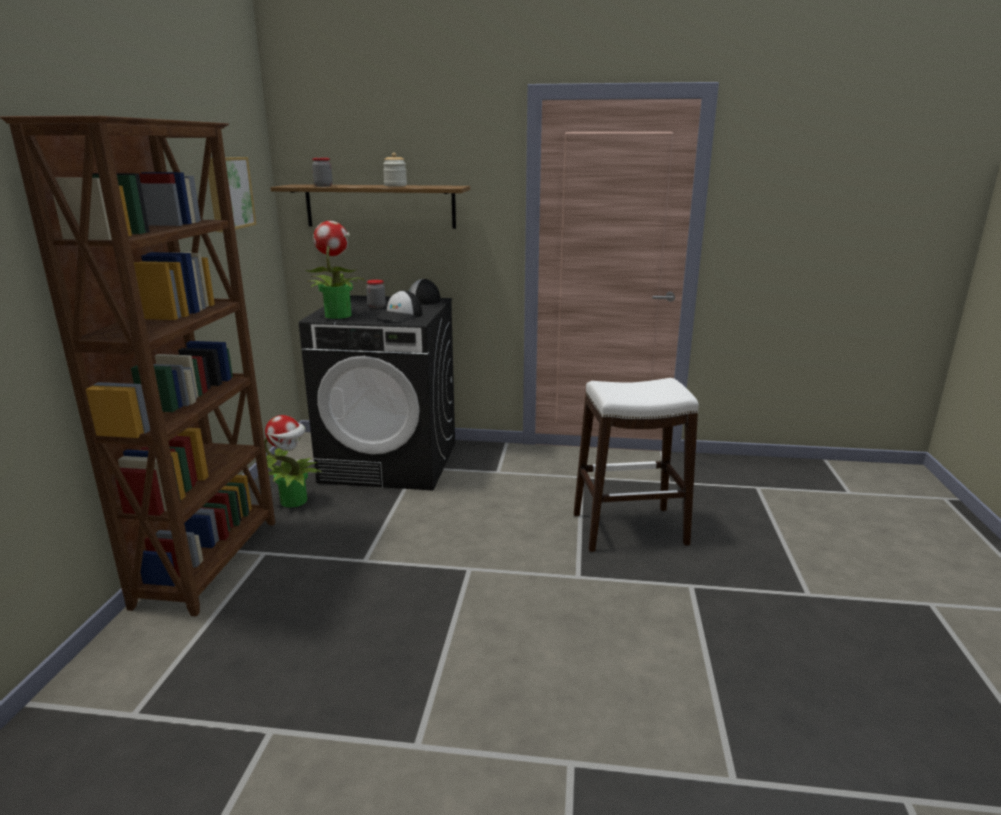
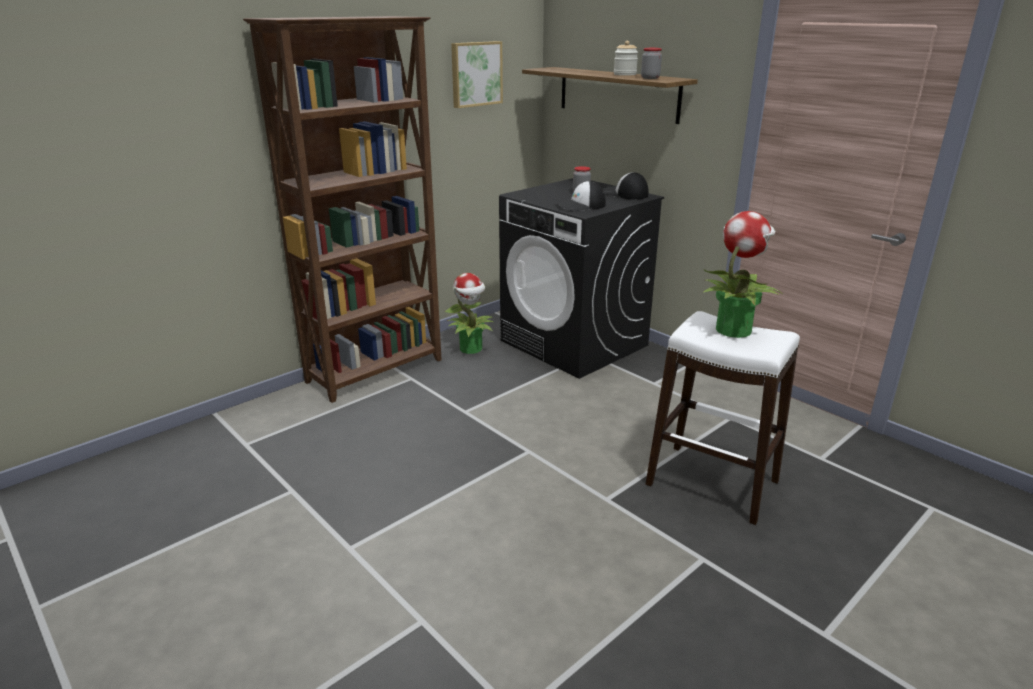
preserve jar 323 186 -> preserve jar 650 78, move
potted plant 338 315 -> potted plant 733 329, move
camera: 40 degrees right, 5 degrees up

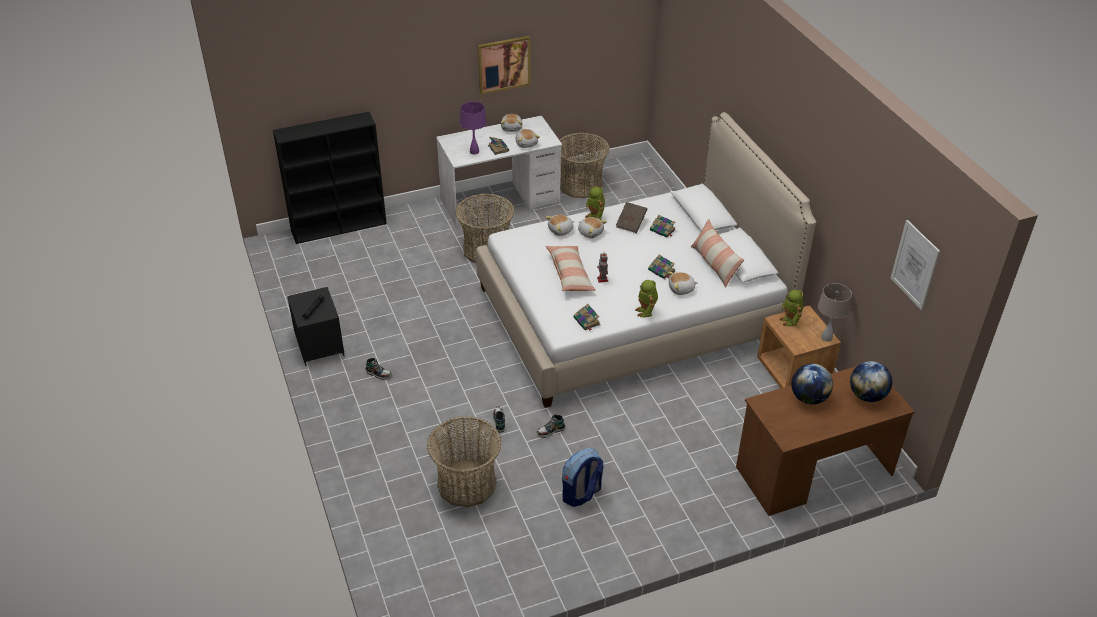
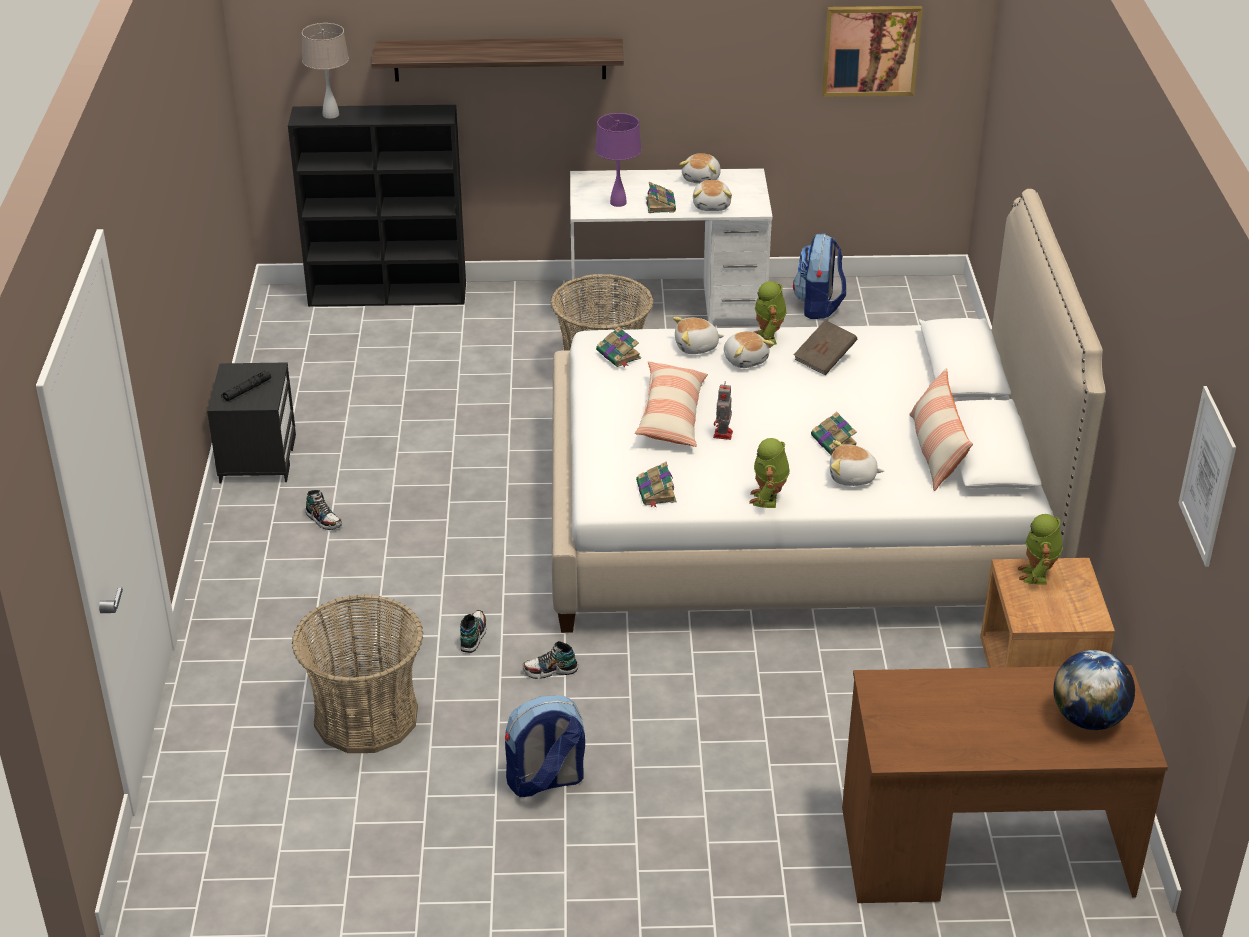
beige-coloured lamp for a table 826 337 -> beige-coloured lamp for a table 331 114, move
none -> wall shelf 500 59
bound book 663 230 -> bound book 619 355, move
storage basket 581 185 -> backpack 819 306
picture 503 64 -> picture 871 50, move
globe 808 398 -> none
camera: 20 degrees right, 5 degrees down

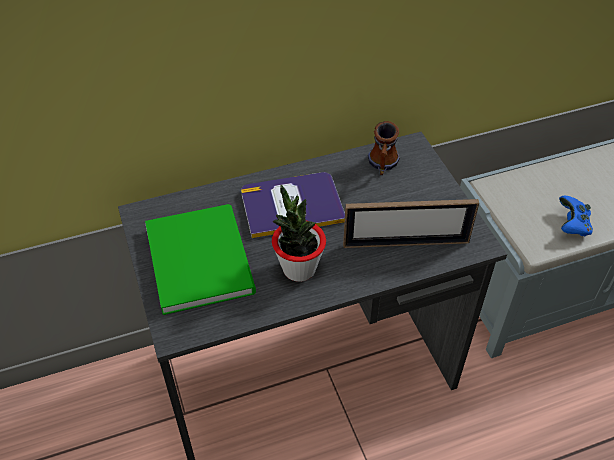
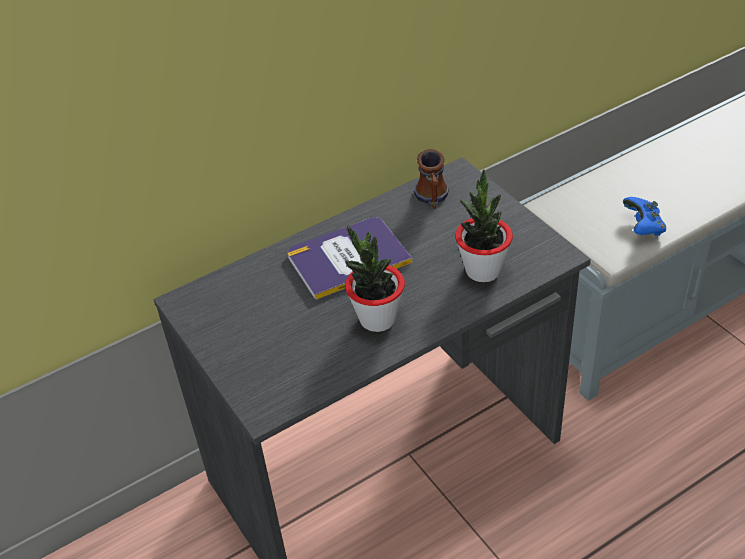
picture frame 406 243 -> potted plant 482 270
green-coloured bound book 201 256 -> none
camera: 10 degrees left, 5 degrees down

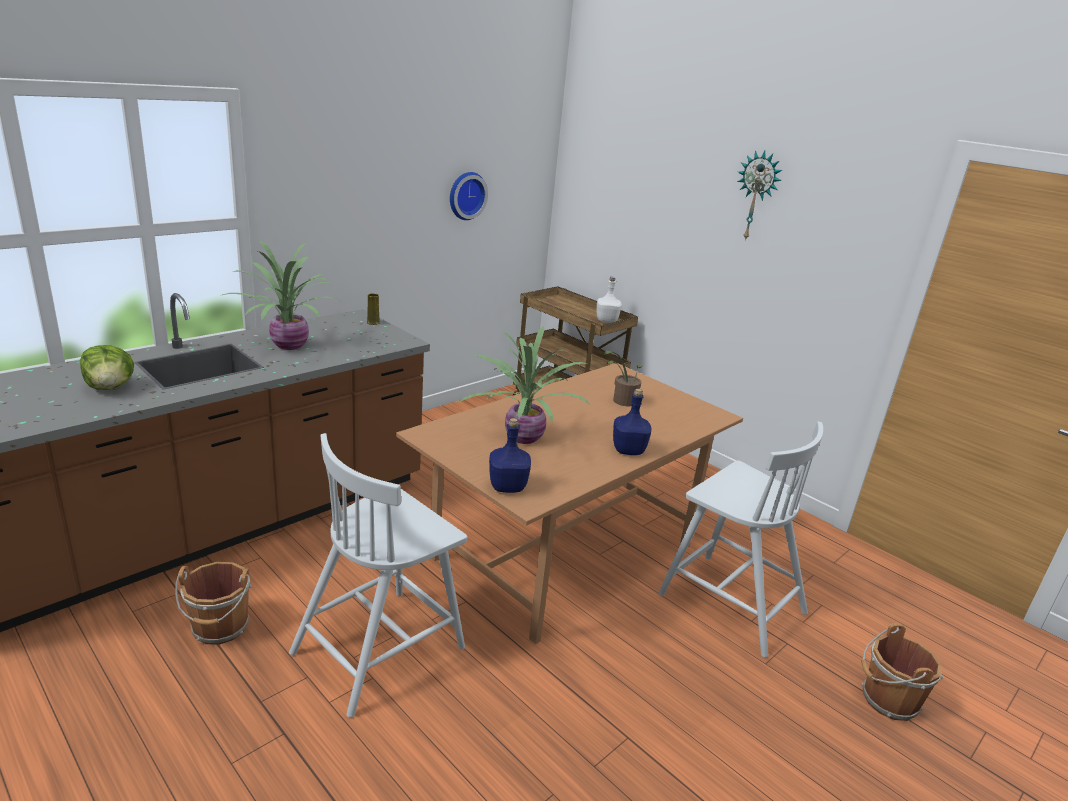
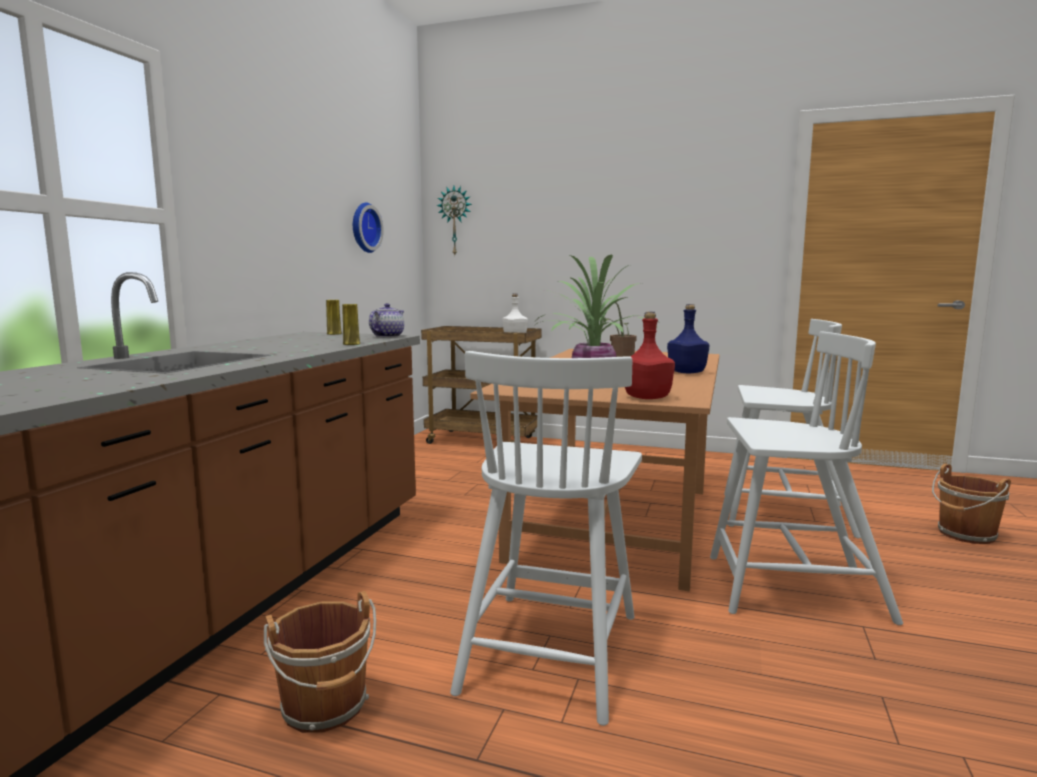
none -> yellow flower vase 351 344
none -> pot for tea 387 336
hanging clock 756 196 -> hanging clock 455 221, move
blue-coloured bottle 508 487 -> reddish bottle 647 397
none -> whitish upright chair 792 588
lettuce head 110 387 -> none
potted plant 288 345 -> none
camera: 25 degrees left, 15 degrees down

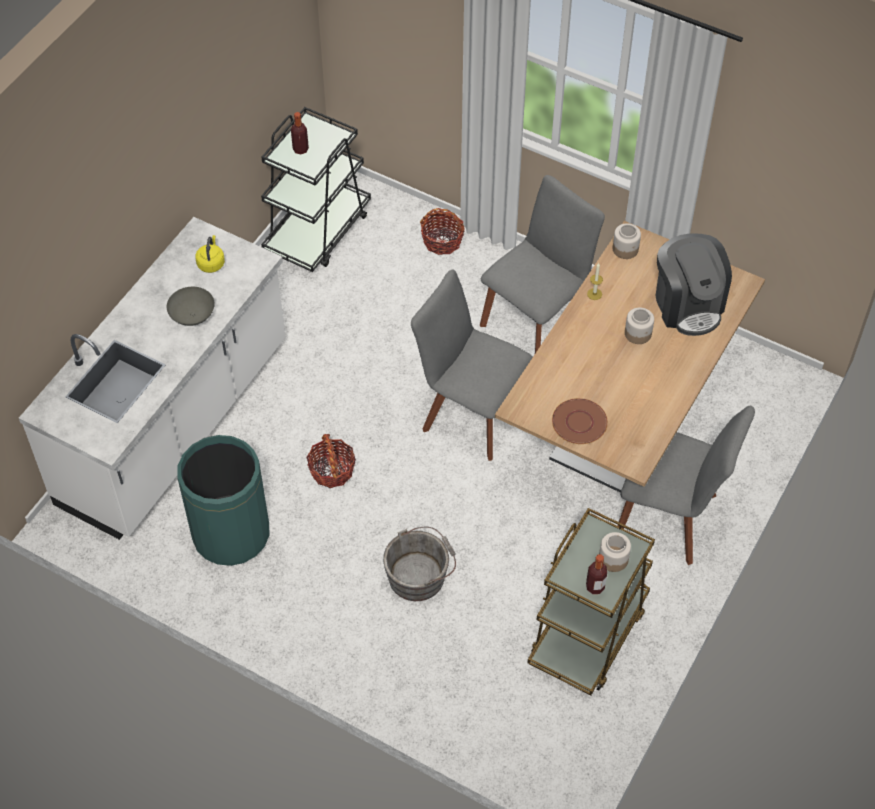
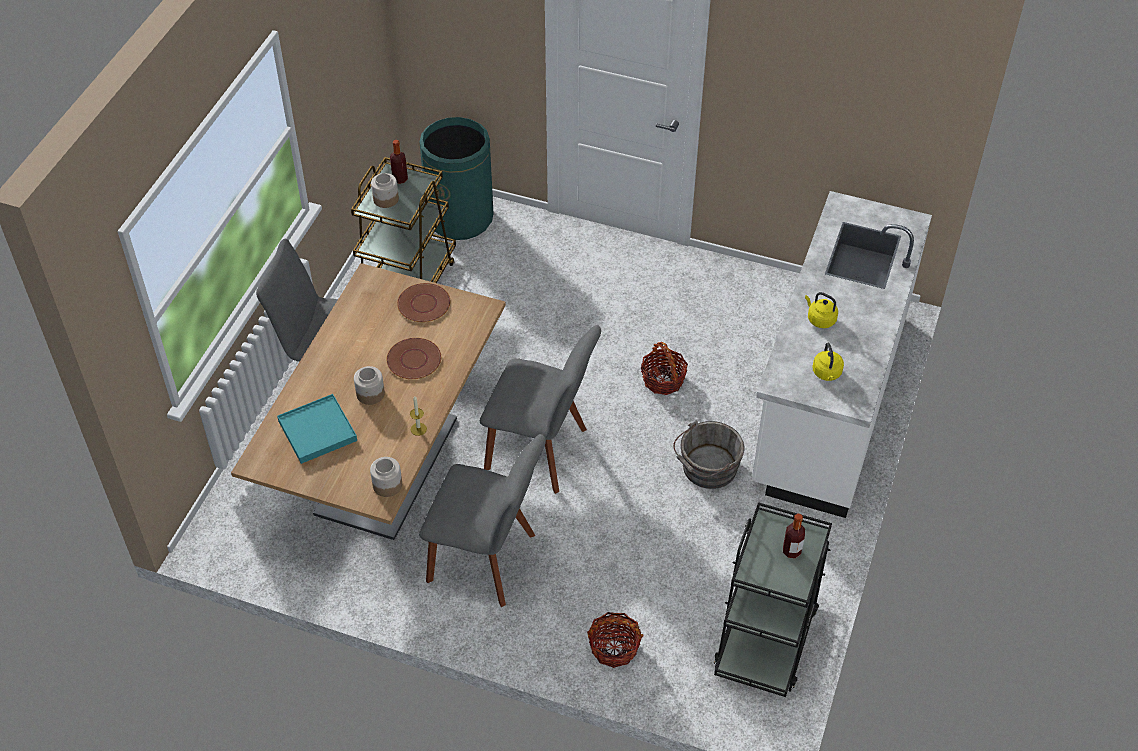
coffee machine 688 304 -> turquoise serving tray 317 431
none -> brown-coloured dinner plate 413 360
greyish upright chair 536 322 -> greyish upright chair 487 560, 105 degrees counterclockwise
green-coloured rubbish bin 231 534 -> green-coloured rubbish bin 460 218, move
greyish bucket 420 575 -> greyish bucket 707 468, move
greyish bowl 193 316 -> yellow water kettle 820 319
camera: 170 degrees right, 5 degrees down

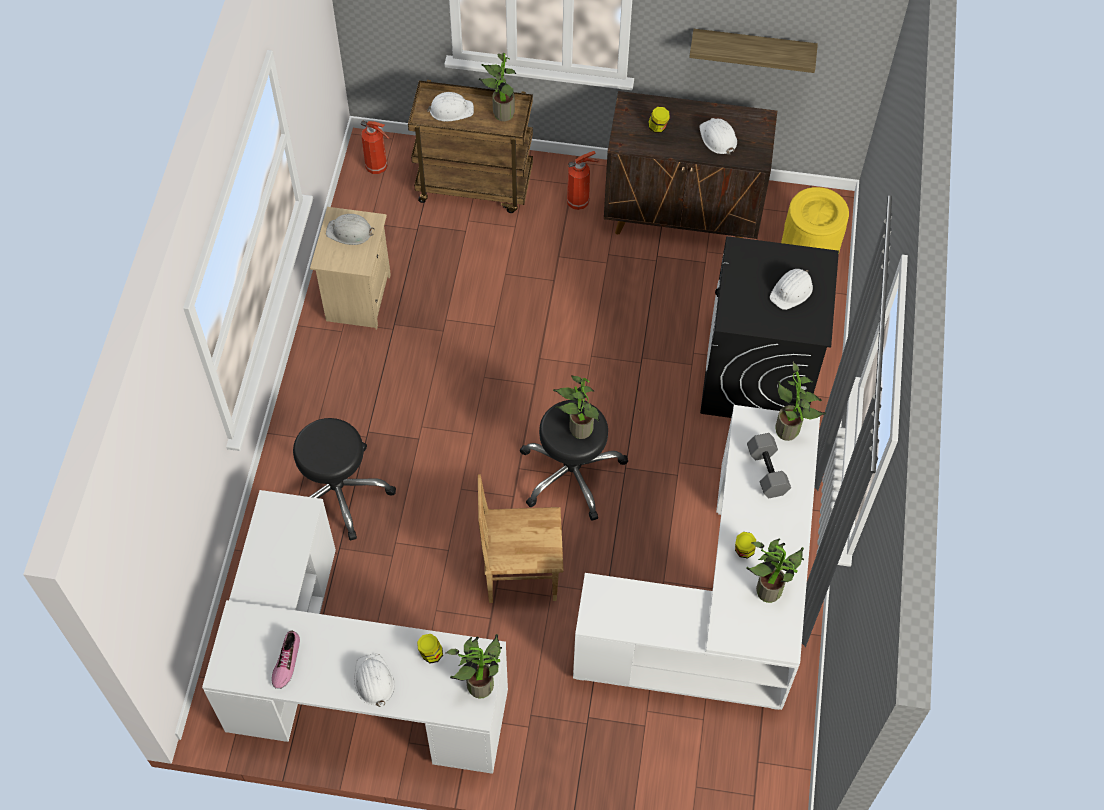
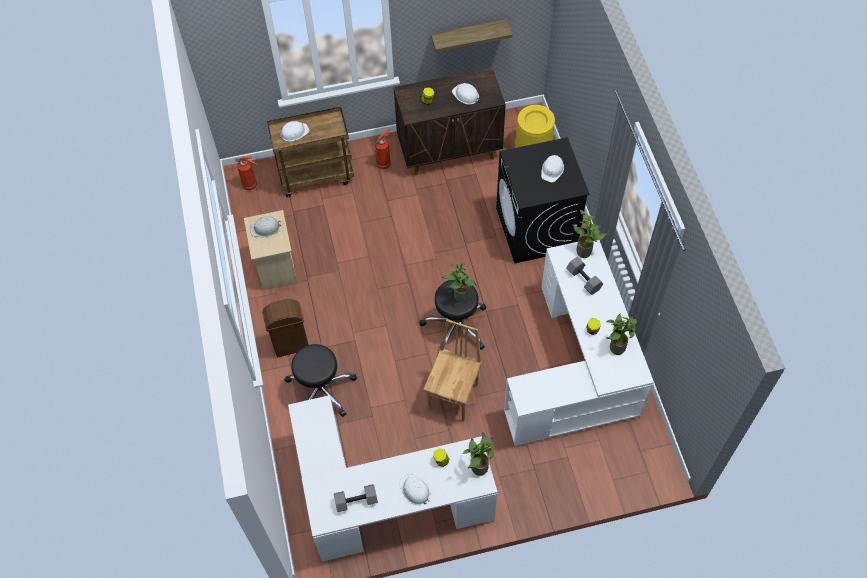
none -> brown-coloured rubbish bin 290 345
low shoe 286 662 -> greyish hand weight 356 500
brown-coloured upright chair 521 573 -> brown-coloured upright chair 454 396, 135 degrees clockwise
potted plant 500 113 -> none
camera: 20 degrees left, 0 degrees up

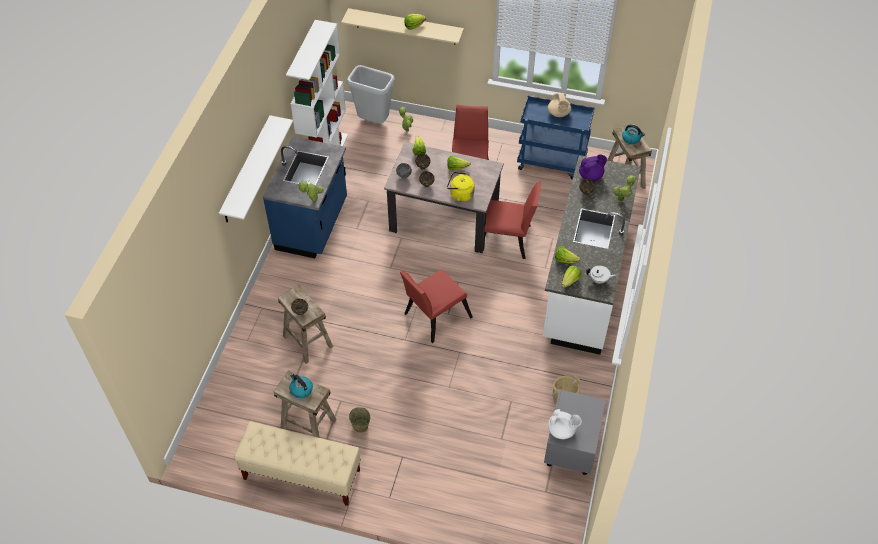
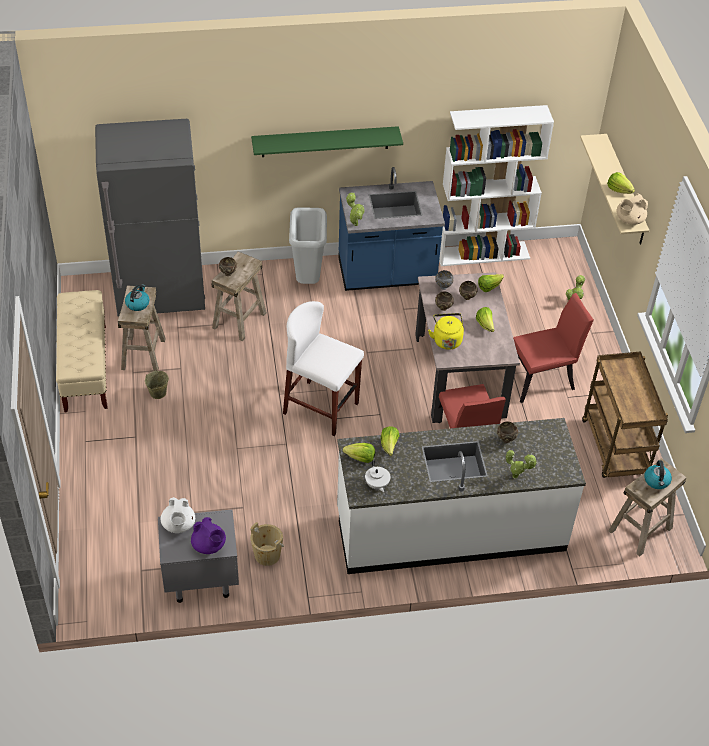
none -> greyish refrigerator 161 295
purple pot for tea 591 176 -> purple pot for tea 209 546, move
whitish wall shelf 246 170 -> green-coloured wall shelf 325 141
reddish upright chair 434 317 -> whitish stool 321 408
greyish rubbish bin 374 121 -> greyish rubbish bin 308 280, move
blue-coloured trolley 552 162 -> brown-coloured trolley 615 449
beige-coloured pot for tea 558 113 -> beige-coloured pot for tea 629 220, move
camera: 65 degrees right, 5 degrees down

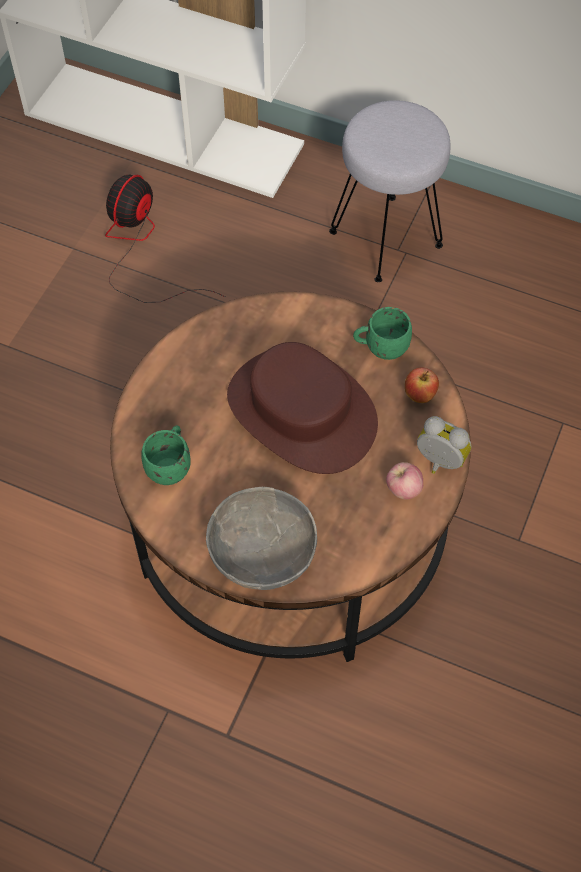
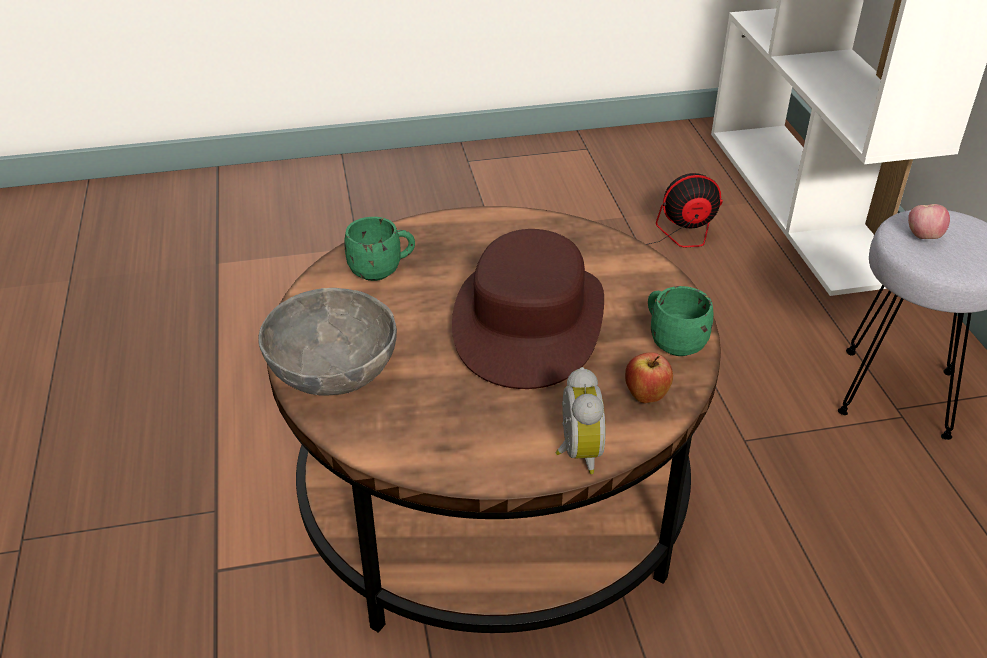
apple 403 489 -> apple 923 236, move
camera: 55 degrees right, 20 degrees down

